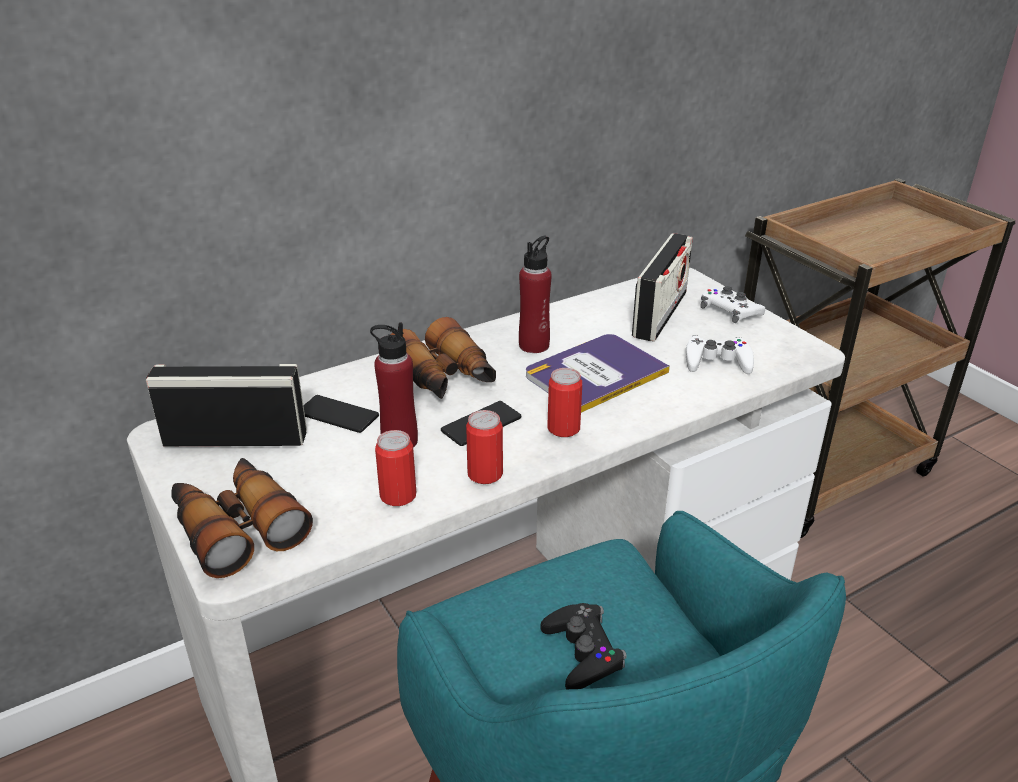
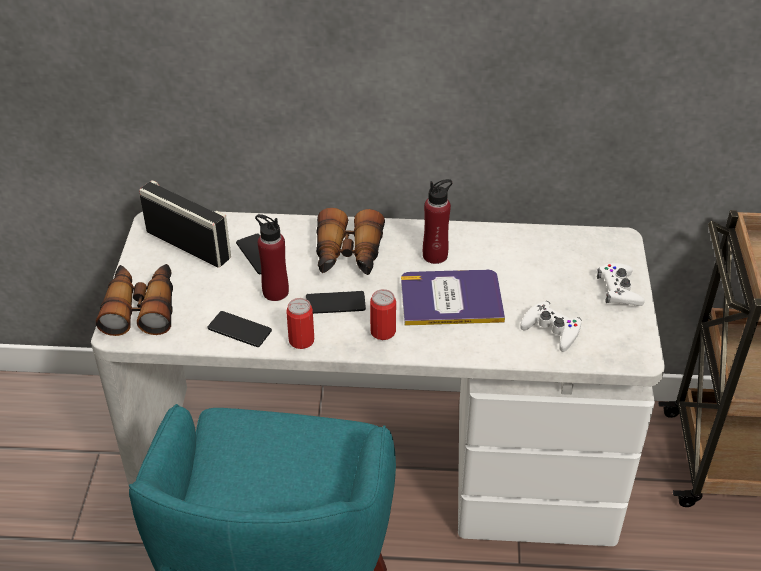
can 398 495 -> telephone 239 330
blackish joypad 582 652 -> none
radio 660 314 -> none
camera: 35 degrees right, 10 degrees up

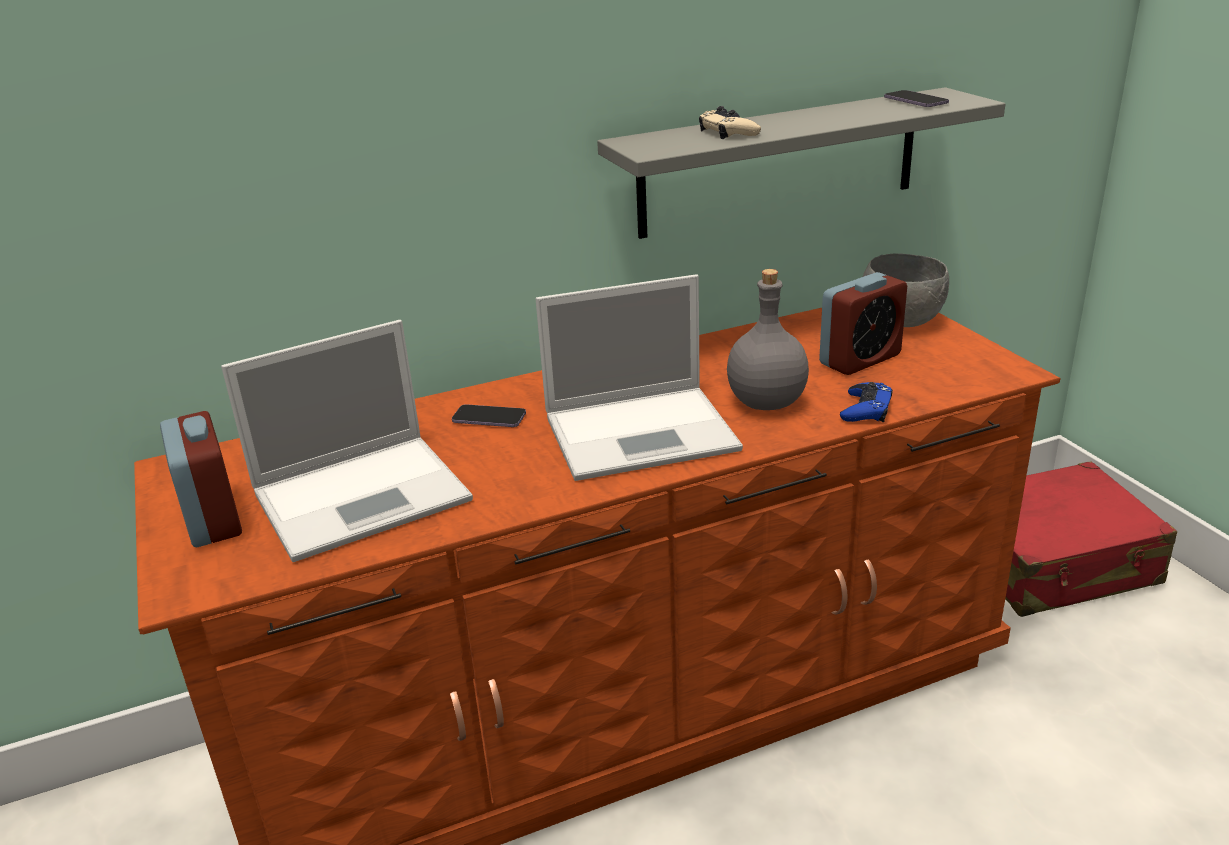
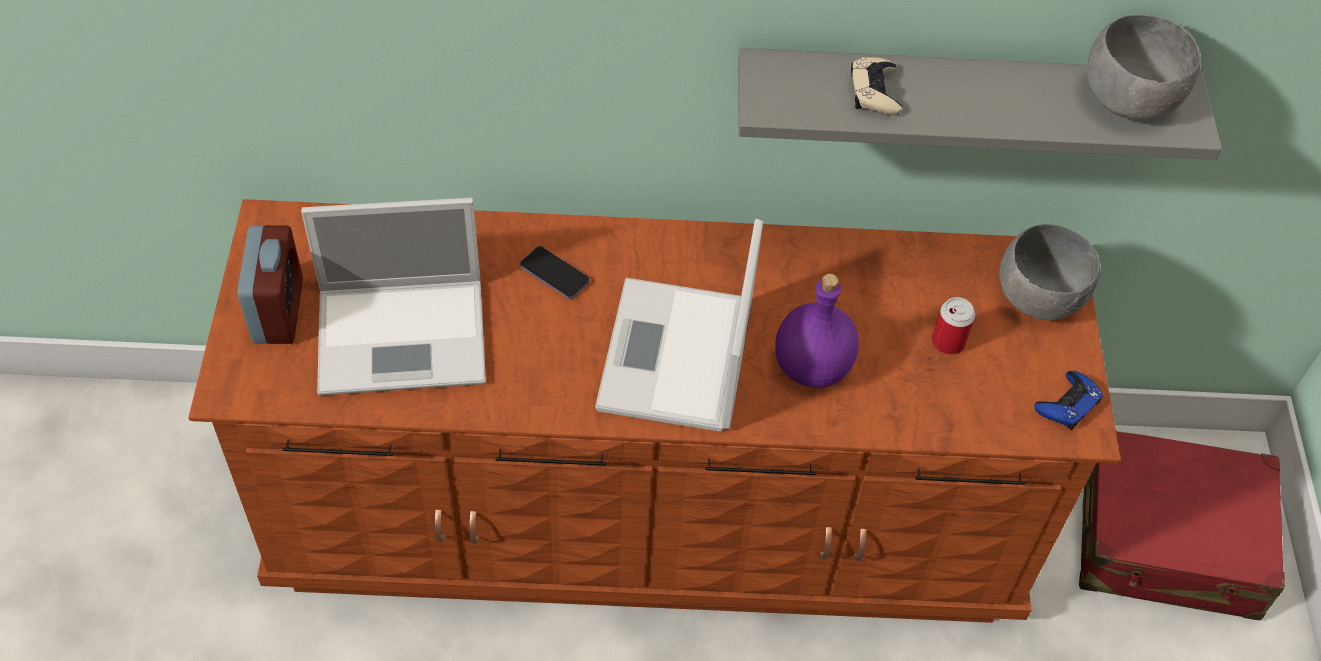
laptop 644 432 -> laptop 676 358, 90 degrees clockwise
greyish bottle 766 402 -> purple bottle 813 366
table clock 860 359 -> can 948 342
blue-coloured joypad 866 409 -> blue-coloured joypad 1067 404, move
telephone 915 101 -> greyish bowl 1129 99
camera: 20 degrees right, 25 degrees up

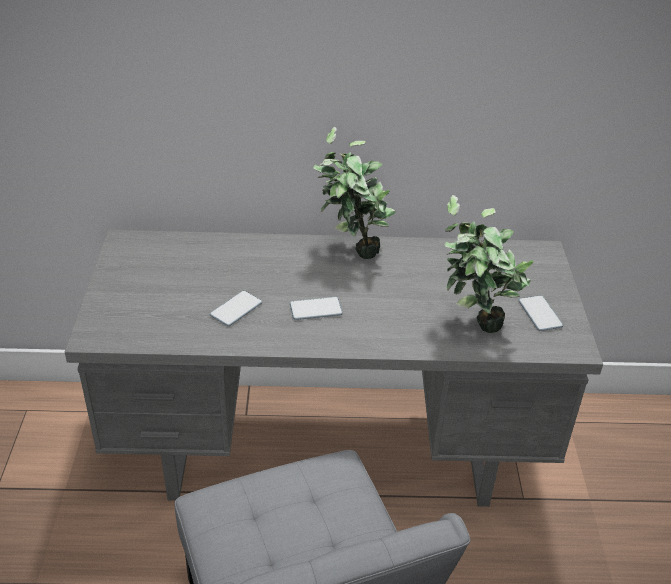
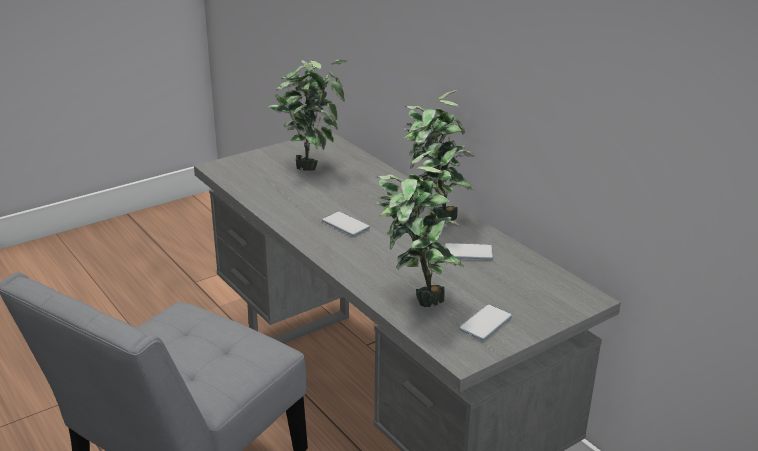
none -> potted plant 310 164
telephone 236 309 -> telephone 468 252, move
camera: 55 degrees right, 10 degrees down

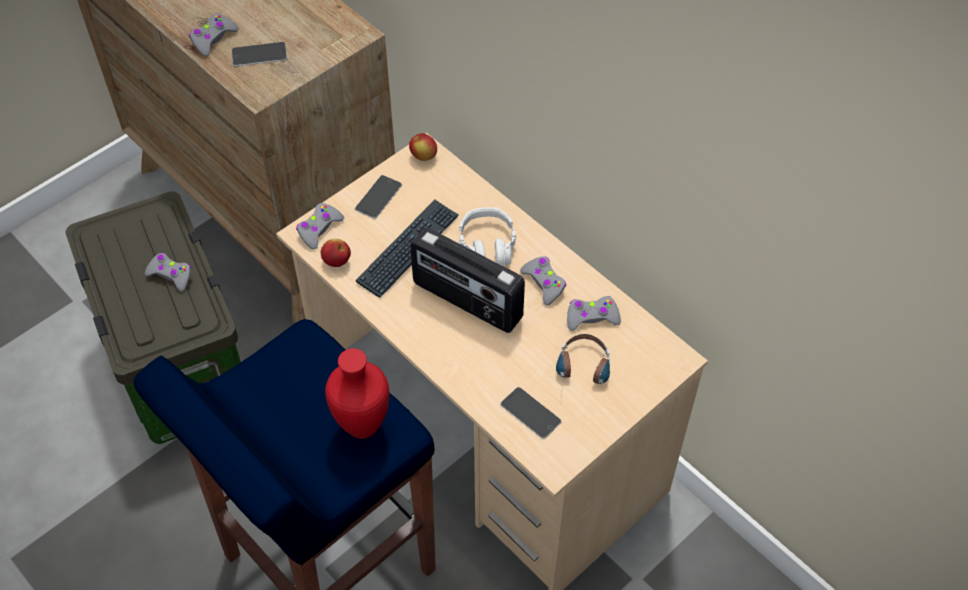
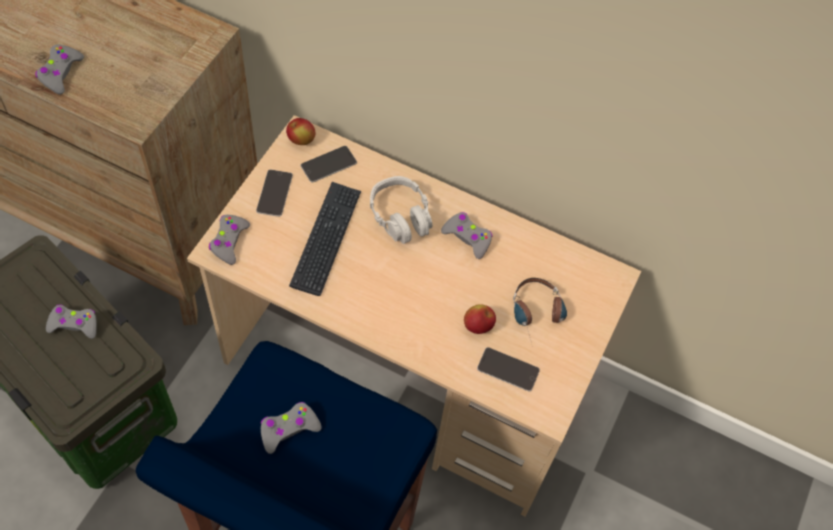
greyish joypad 591 317 -> greyish joypad 288 429, move
telephone 259 54 -> telephone 328 164, move
apple 337 261 -> apple 478 326, move
reddish flower vase 360 427 -> none
radio 466 301 -> none
camera: 25 degrees left, 5 degrees up

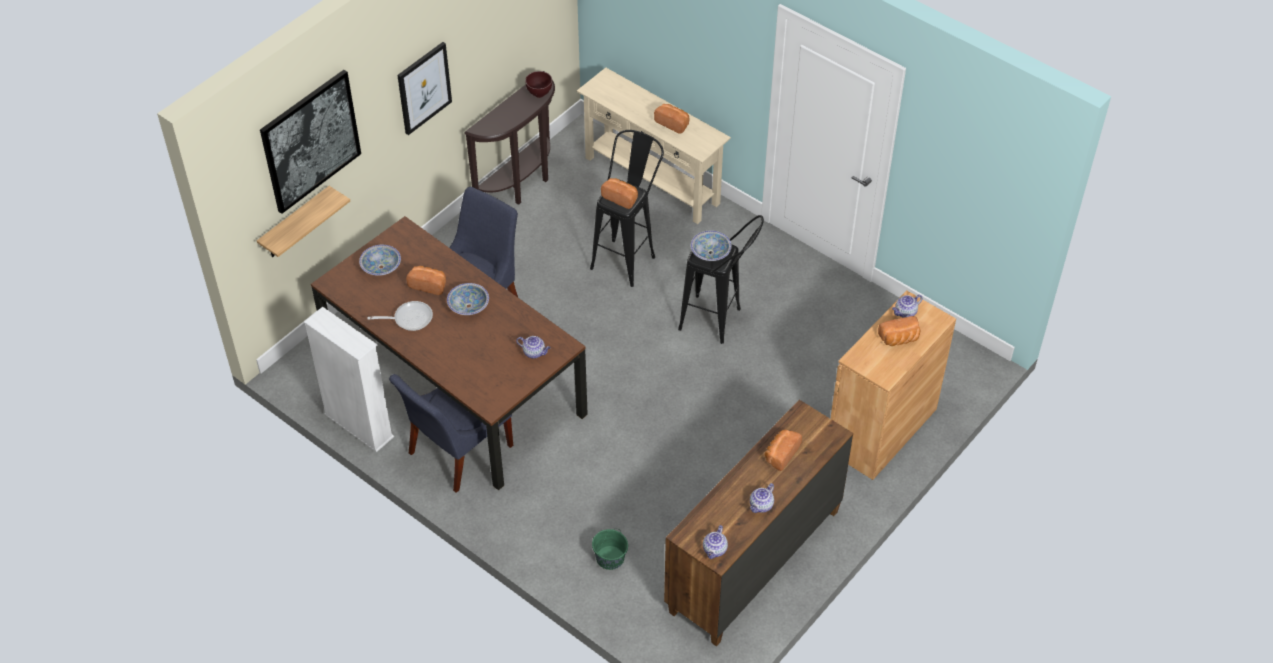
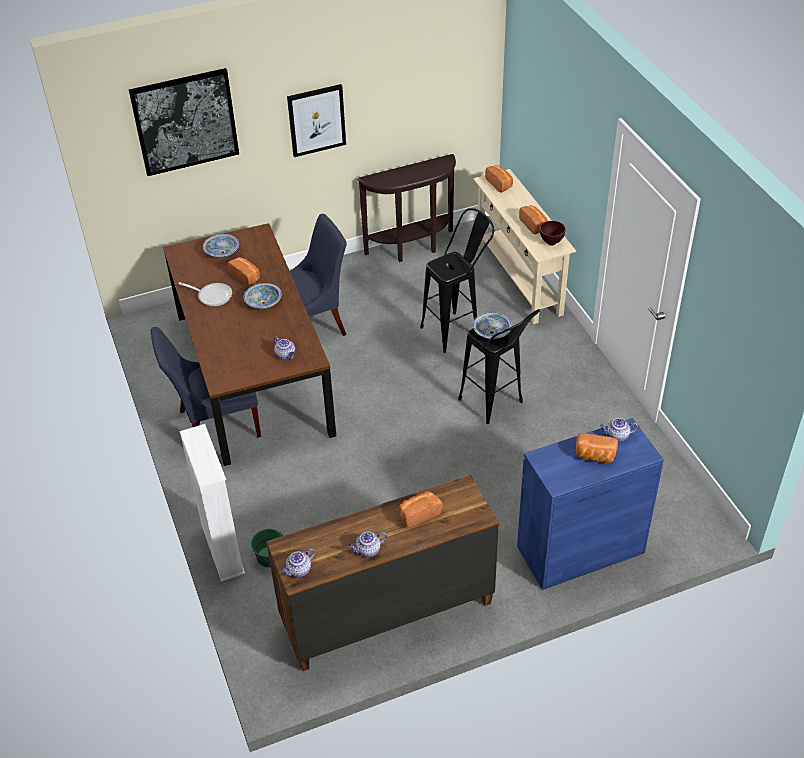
whitish bookcase 359 426 -> whitish bookcase 222 550, move
baked bread 621 198 -> baked bread 500 184, move
brown-coloured cabinet 881 429 -> blue-coloured cabinet 580 550
brown-coloured bowl 540 95 -> brown-coloured bowl 551 243, move
wall shelf 295 224 -> none
camera: 30 degrees right, 5 degrees down

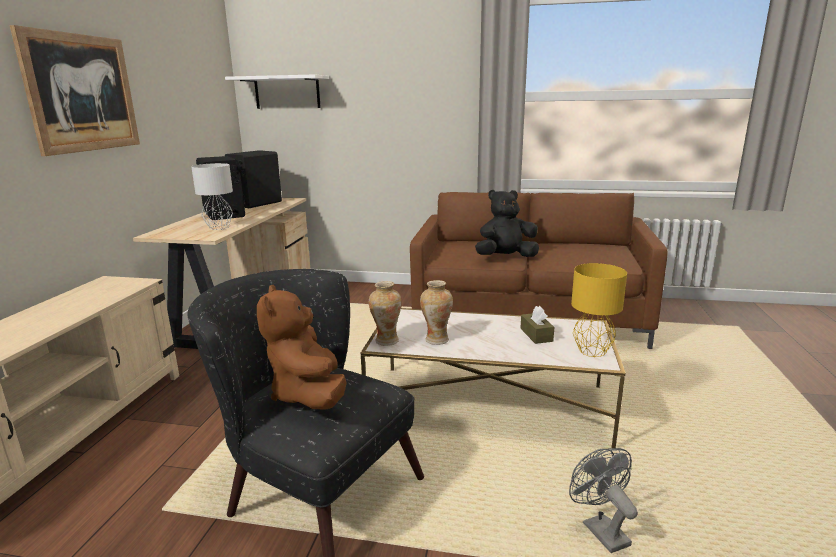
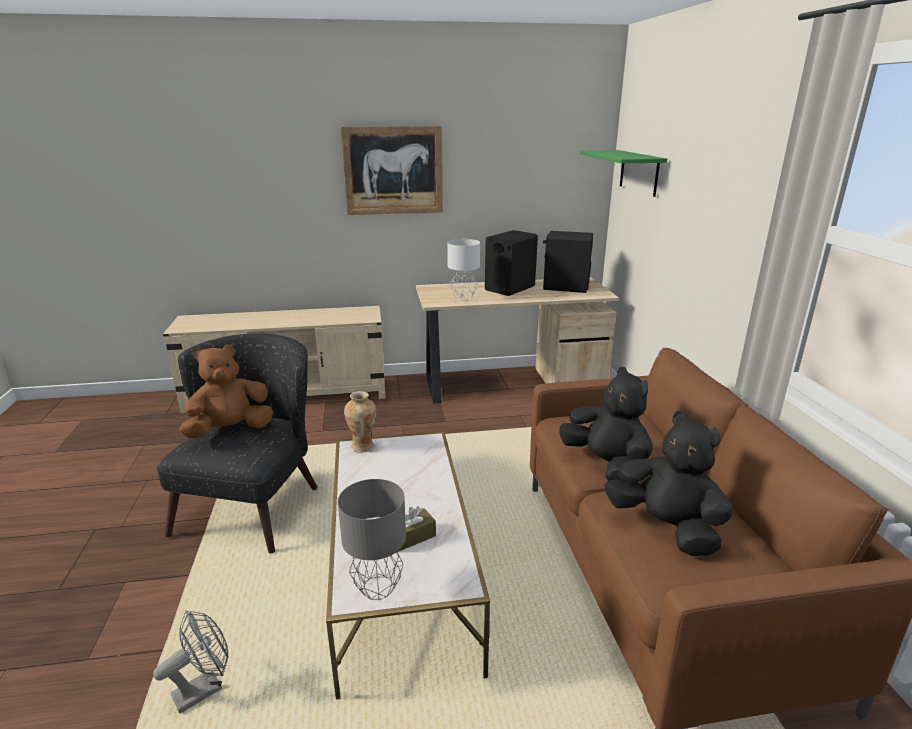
yellow lamp for a table 592 351 -> greyish lamp for a table 379 588
whitish wall shelf 287 92 -> green-coloured wall shelf 639 172
none -> blackish plush toy 665 527
flower vase 436 339 -> none
camera: 70 degrees right, 5 degrees up

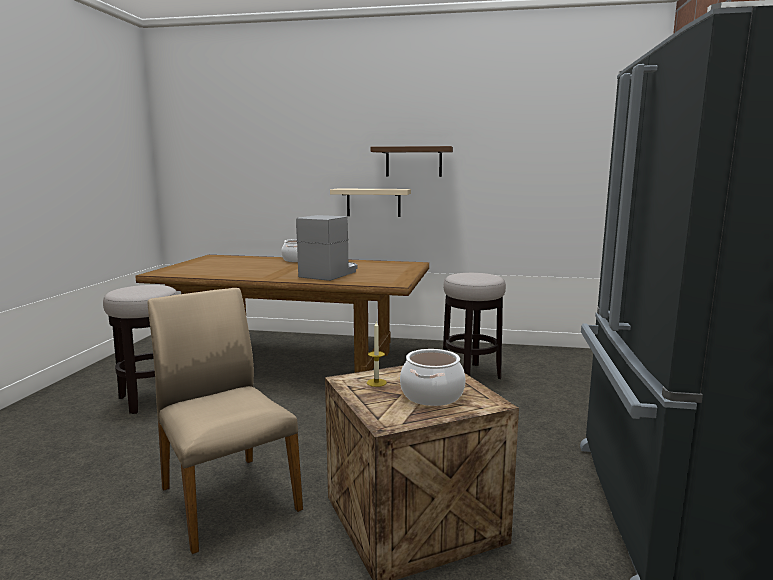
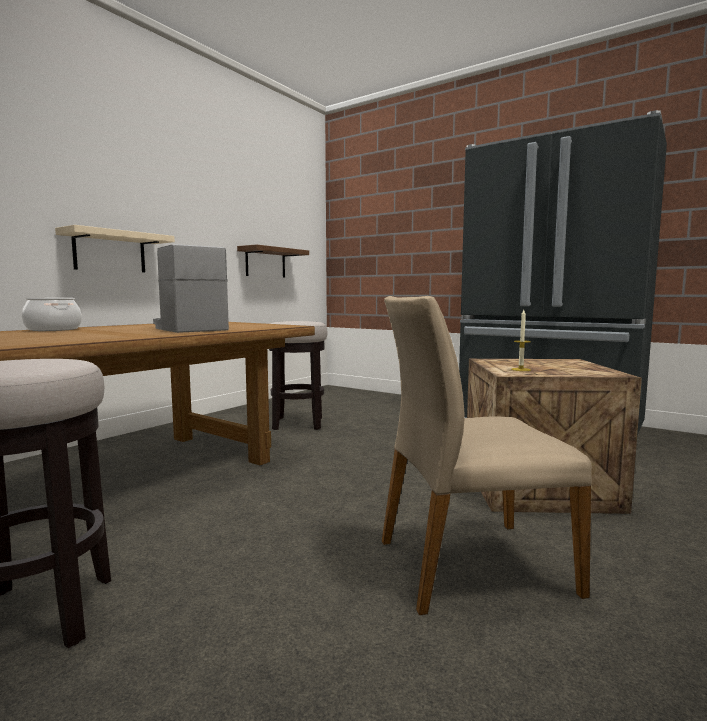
brown-coloured wall shelf 413 162 -> brown-coloured wall shelf 265 262, move
cooking pot 432 395 -> none
camera: 65 degrees left, 5 degrees down

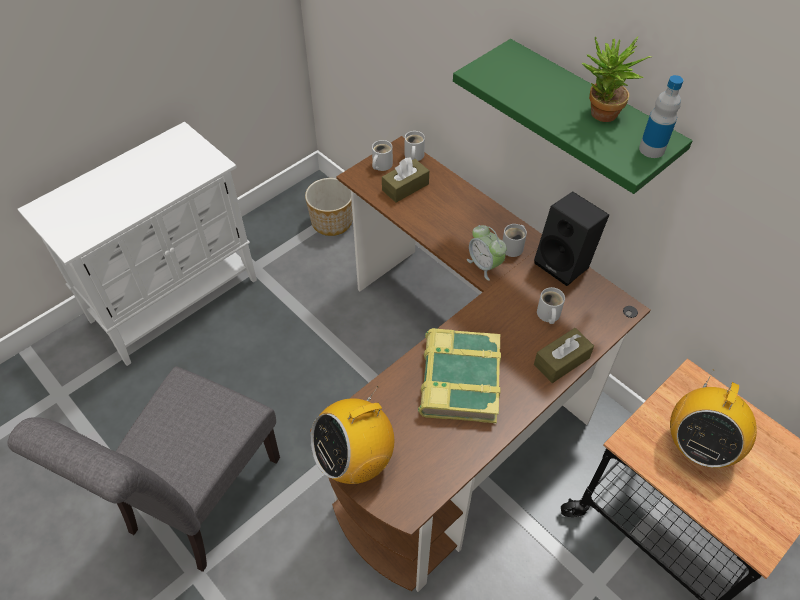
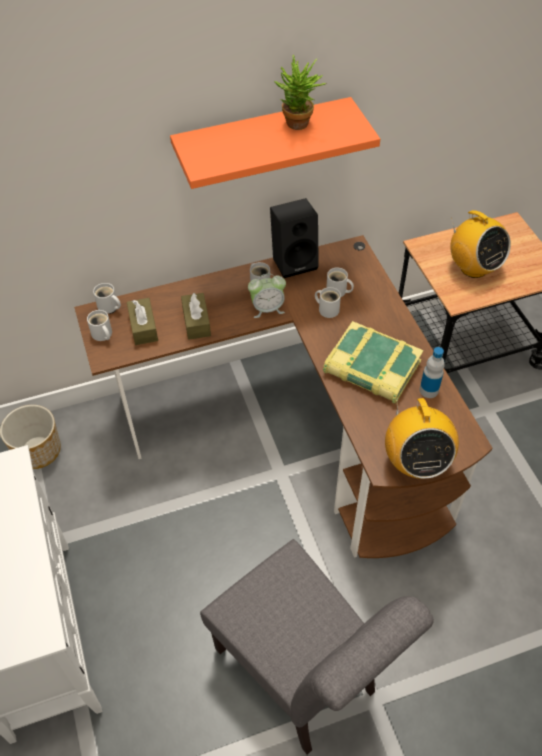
green-coloured wall shelf 588 115 -> orange wall shelf 263 141
brown-coloured box of tissues 561 361 -> brown-coloured box of tissues 196 322, move
none -> whitish coffee mug 327 309
bottle 651 149 -> bottle 429 390, move
camera: 65 degrees left, 0 degrees up

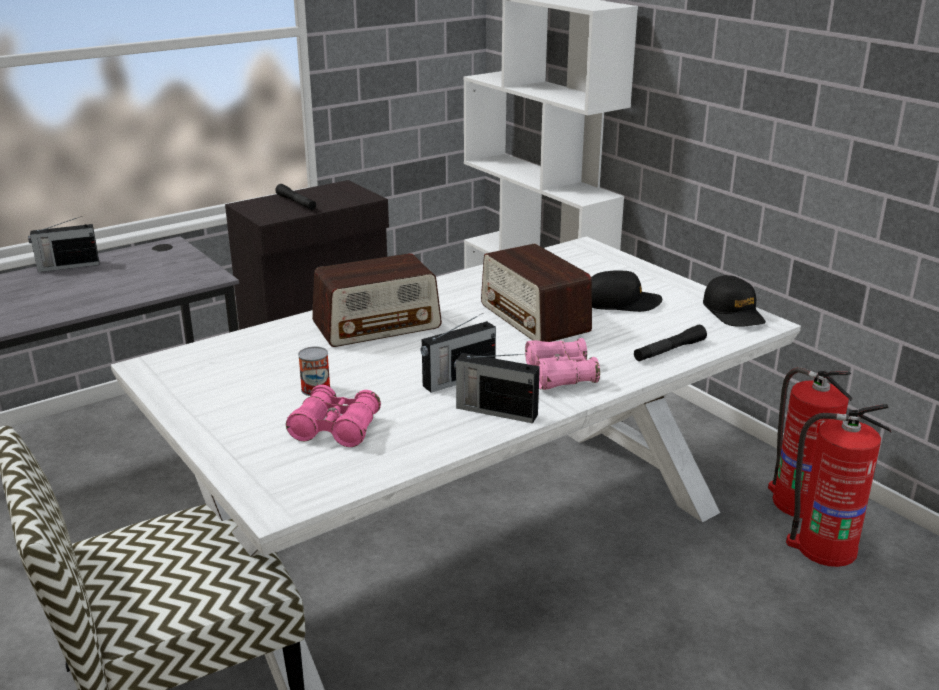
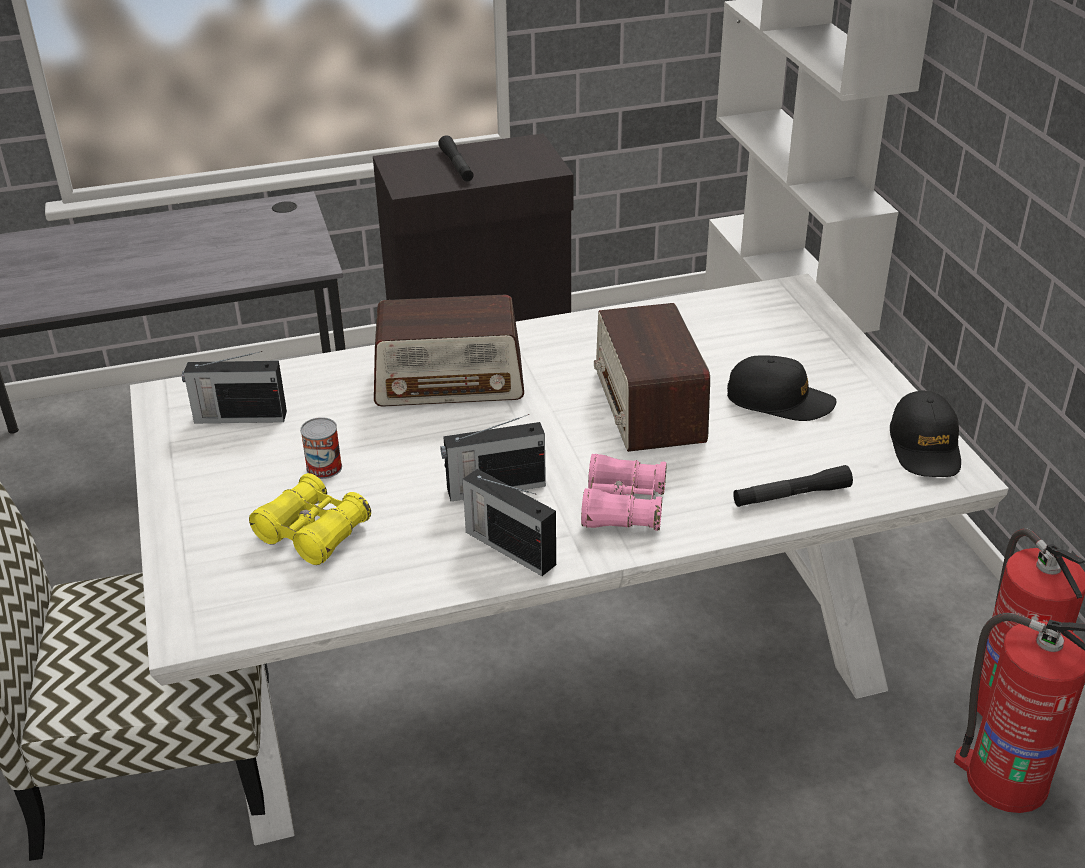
radio 67 266 -> radio 238 417, move
pink field glasses 336 428 -> yellow field glasses 313 532
camera: 20 degrees right, 10 degrees up

